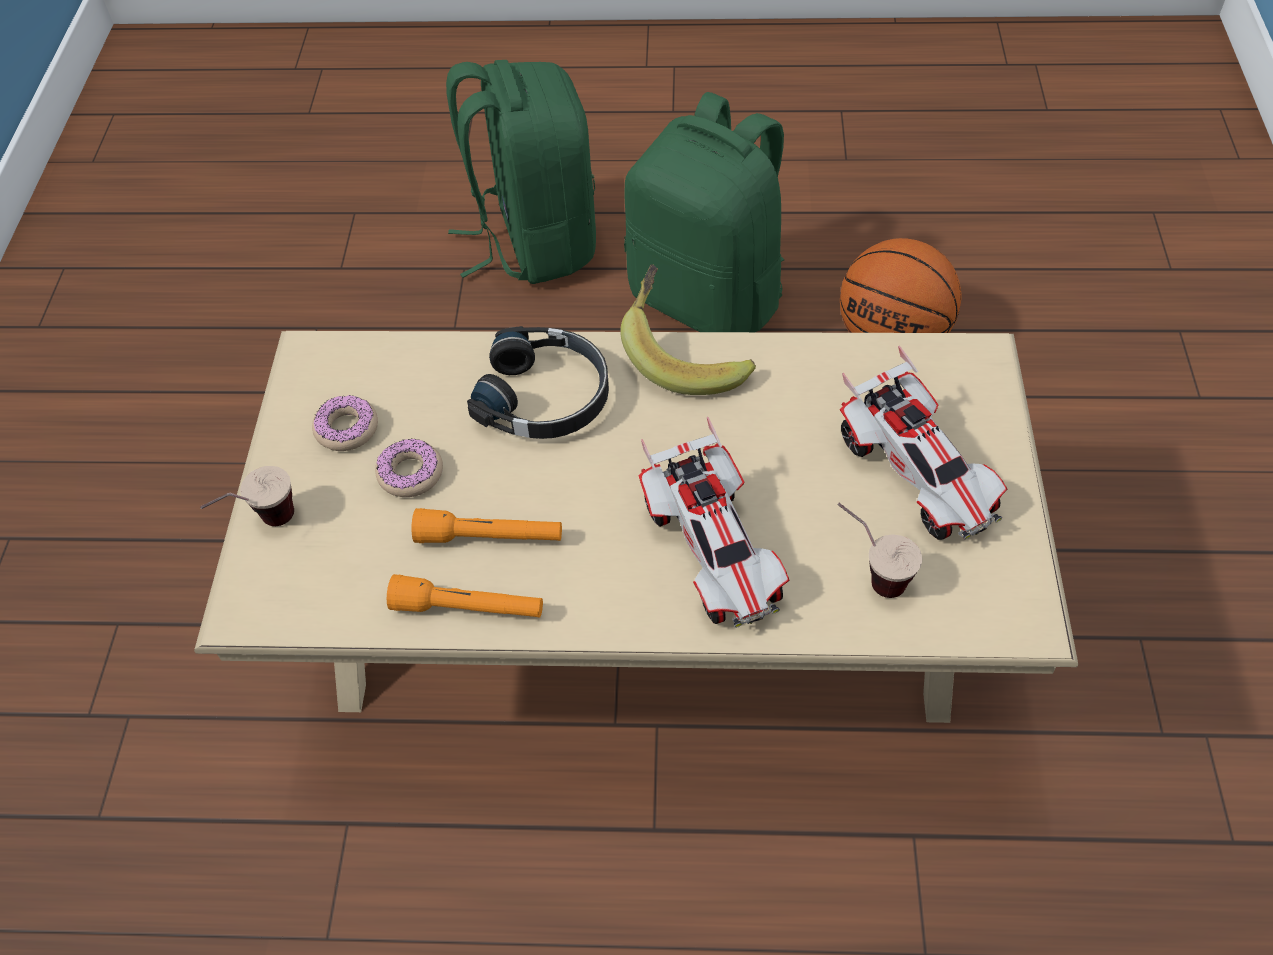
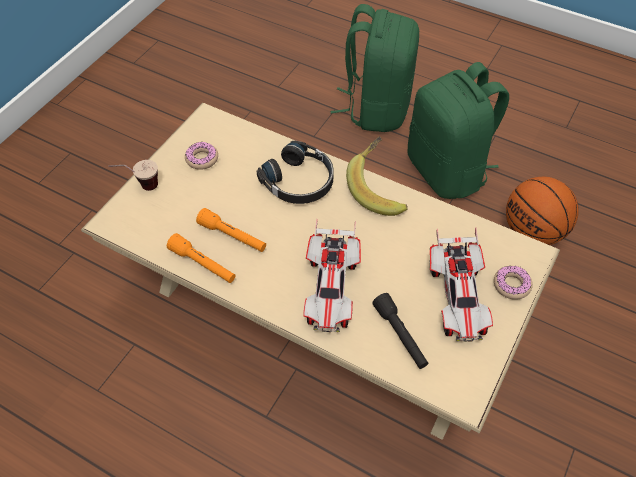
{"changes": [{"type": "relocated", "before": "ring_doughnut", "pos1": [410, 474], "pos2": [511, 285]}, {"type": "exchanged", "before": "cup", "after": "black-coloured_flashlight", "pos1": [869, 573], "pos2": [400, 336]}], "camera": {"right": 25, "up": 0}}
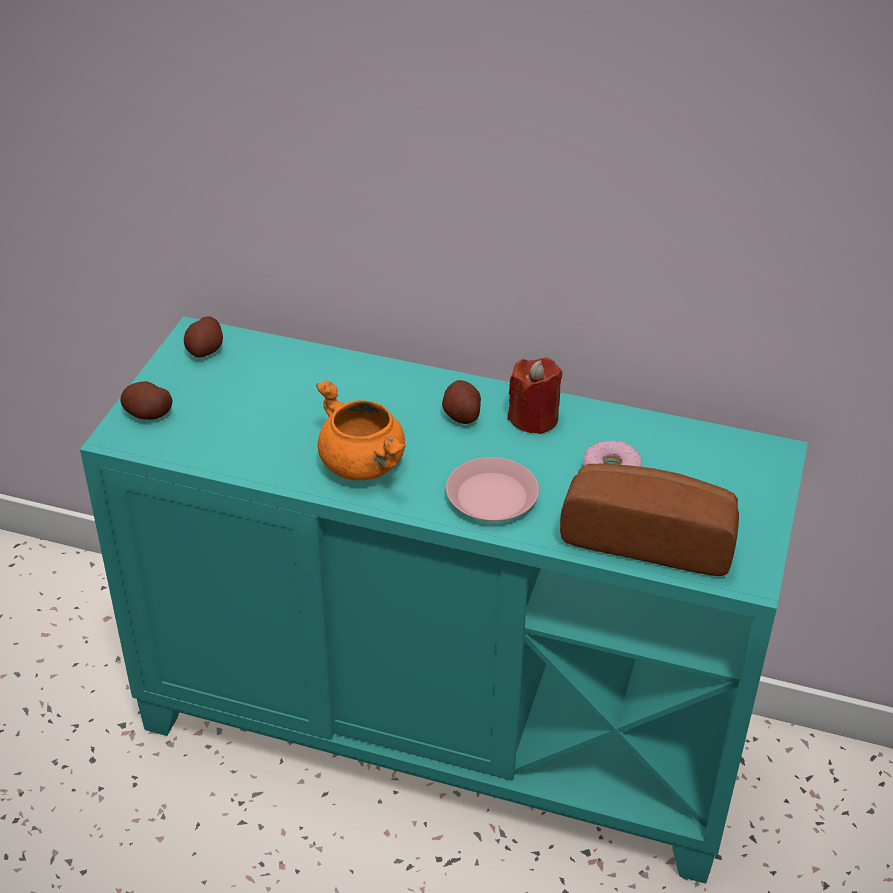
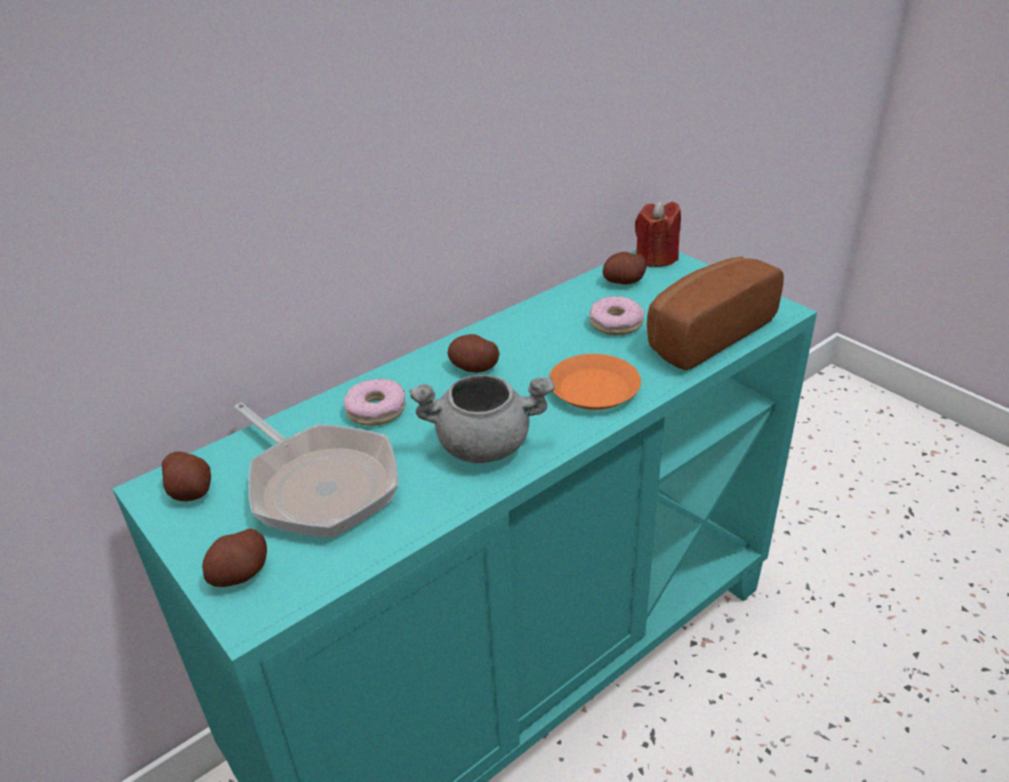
{"changes": [{"type": "appeared", "after": "skillet", "pos2": [319, 484]}, {"type": "appeared", "after": "ring_doughnut", "pos2": [376, 410]}, {"type": "appeared", "after": "spud", "pos2": [624, 282]}, {"type": "relocated", "before": "red-coloured_wax_light", "pos1": [534, 418], "pos2": [656, 258]}, {"type": "colour", "before": "orangey_stockpot", "after": "gray_stockpot", "pos1": [364, 465], "pos2": [485, 444]}, {"type": "colour", "before": "pinkish_dinner_plate", "after": "orangey_dinner_plate", "pos1": [492, 496], "pos2": [594, 389]}], "camera": {"right": -55, "up": -5}}
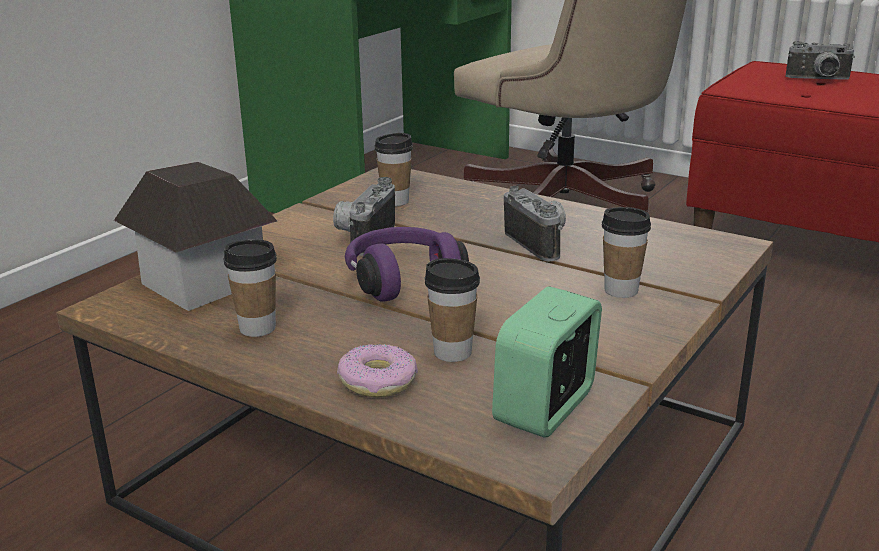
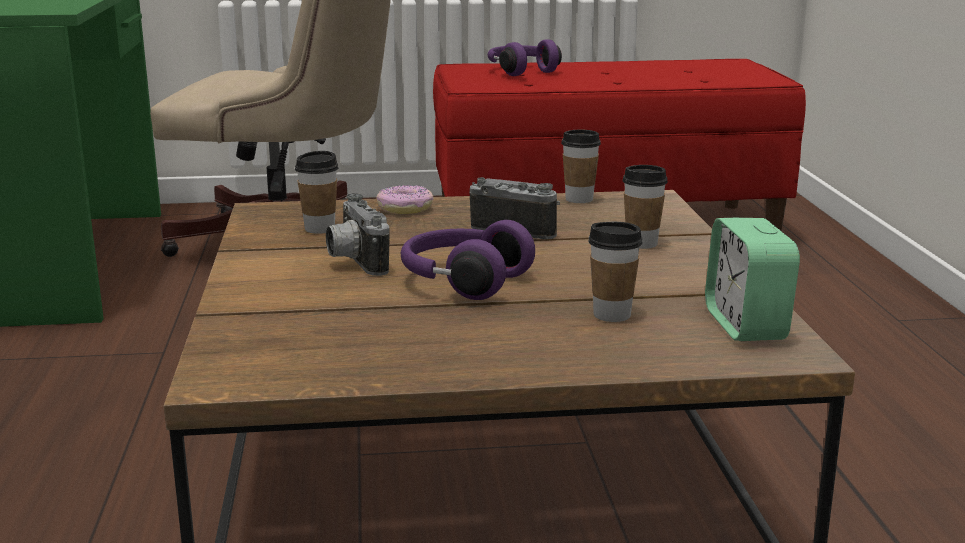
{"changes": [{"type": "missing", "before": "model_house", "pos1": [203, 282]}, {"type": "relocated", "before": "cup", "pos1": [257, 328], "pos2": [579, 199]}, {"type": "relocated", "before": "ring_doughnut", "pos1": [378, 381], "pos2": [405, 208]}, {"type": "exchanged", "before": "still_camera", "after": "purplish_headphones", "pos1": [818, 80], "pos2": [520, 71]}], "camera": {"right": -40, "up": -5}}
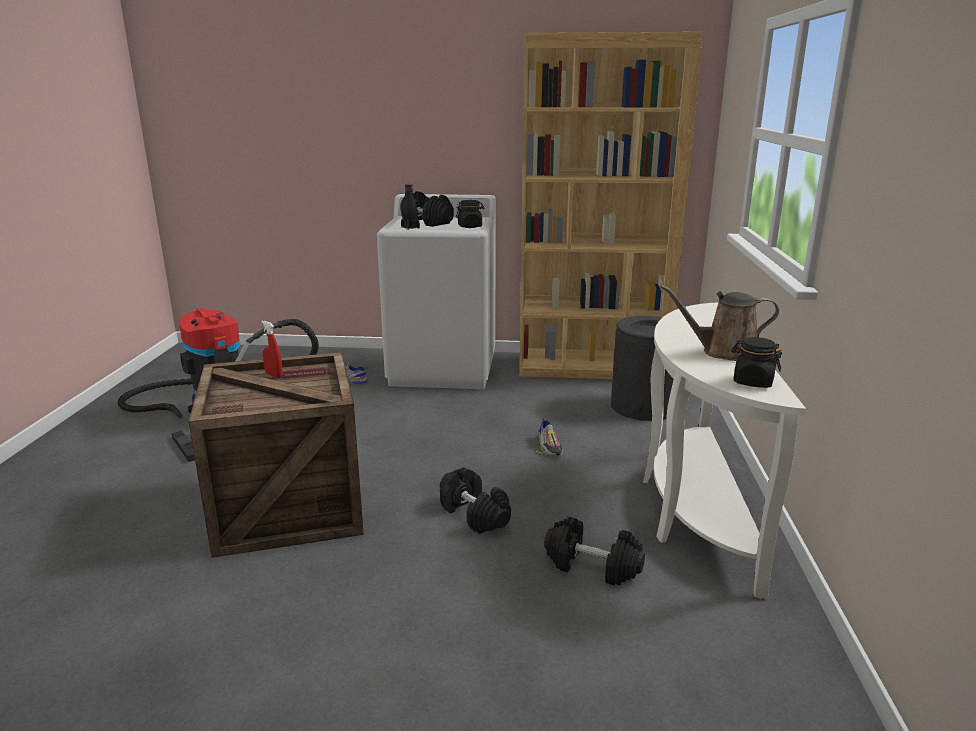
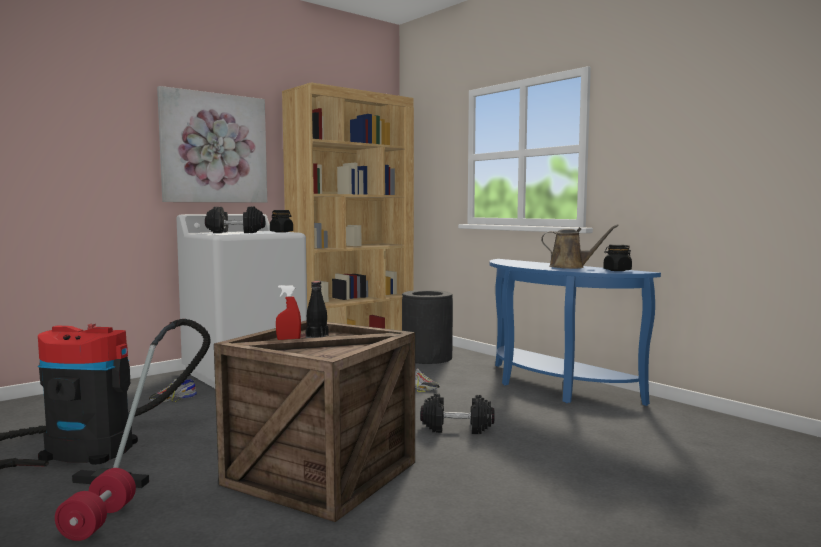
{"changes": [{"type": "missing", "before": "black-coloured_free_weight", "pos1": [592, 566]}, {"type": "appeared", "after": "red-coloured_free_weight", "pos2": [98, 521]}, {"type": "appeared", "after": "wall_art", "pos2": [214, 148]}, {"type": "relocated", "before": "black-coloured_drink_bottle", "pos1": [410, 227], "pos2": [317, 336]}, {"type": "colour", "before": "white-coloured_narrow_table", "after": "blue-coloured_narrow_table", "pos1": [693, 510], "pos2": [551, 387]}, {"type": "spun", "before": "brown-coloured_watering_pot", "pos1": [724, 352], "pos2": [570, 267], "turn": -120}], "camera": {"right": -45, "up": -15}}
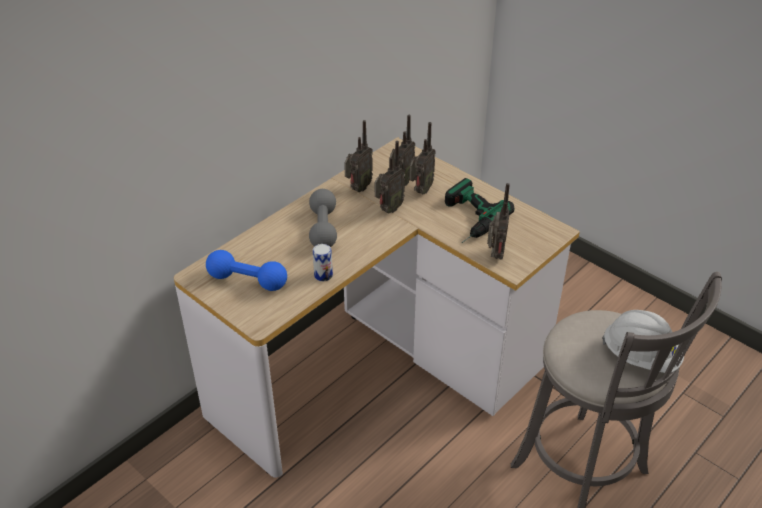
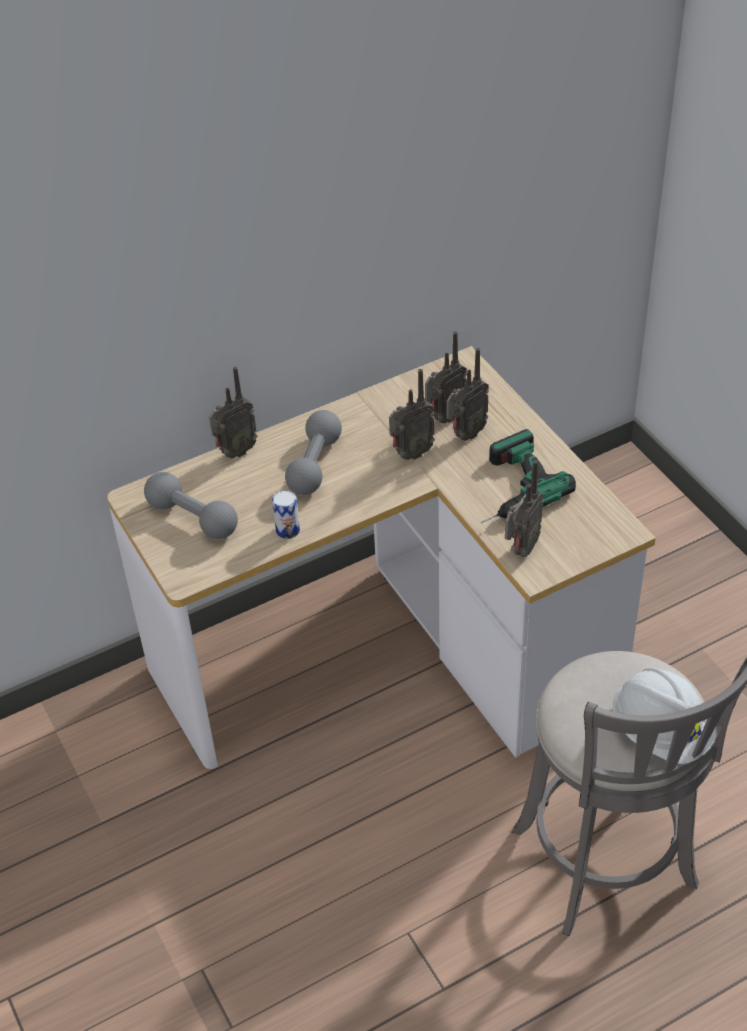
{"changes": [{"type": "relocated", "before": "radio_set", "pos1": [358, 188], "pos2": [235, 452]}, {"type": "colour", "before": "blue-coloured_free_weight", "after": "gray_free_weight", "pos1": [247, 280], "pos2": [192, 518]}], "camera": {"right": 20, "up": 5}}
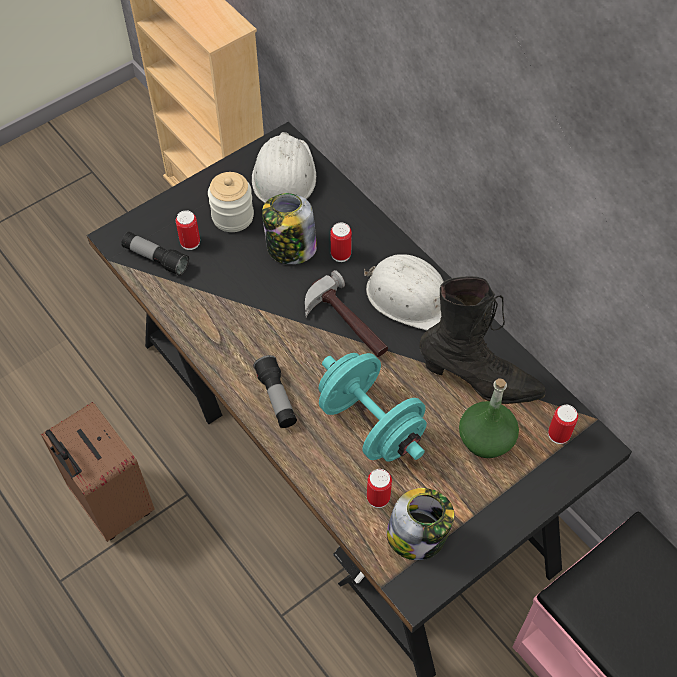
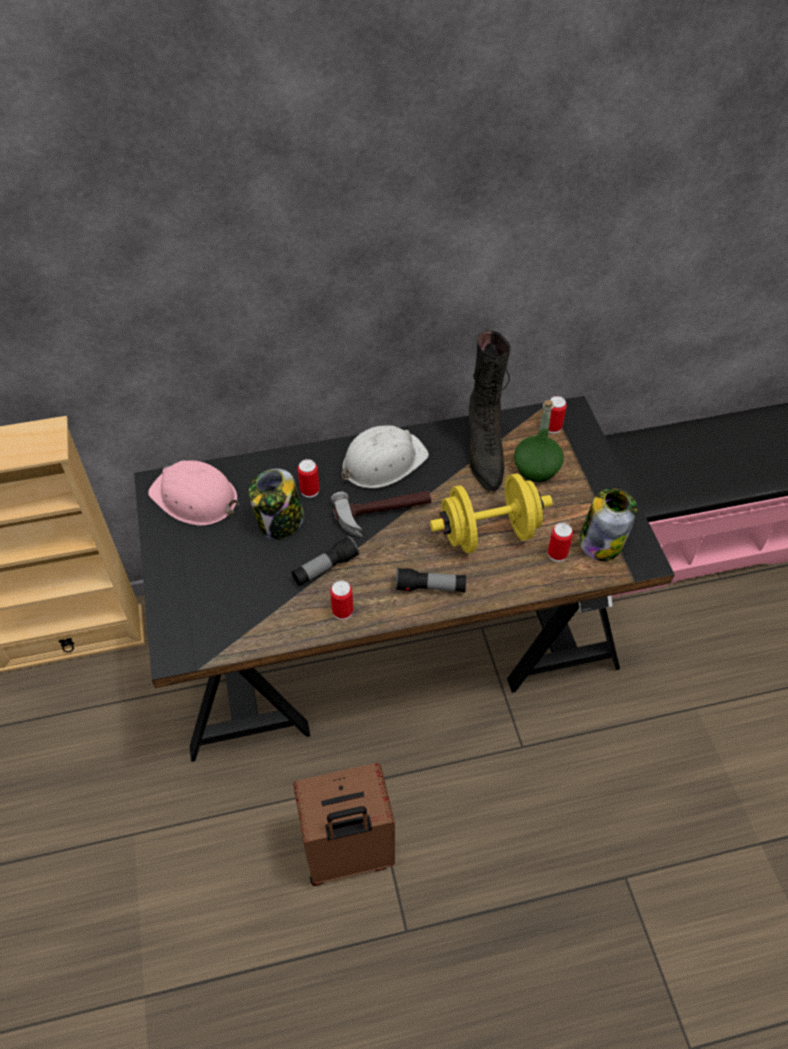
{"changes": [{"type": "missing", "before": "jar", "pos1": [233, 216]}, {"type": "relocated", "before": "flashlight", "pos1": [156, 259], "pos2": [325, 568]}, {"type": "relocated", "before": "sealed_can", "pos1": [190, 242], "pos2": [342, 611]}, {"type": "colour", "before": "white-coloured_safety_helmet", "after": "pinkish_safety_helmet", "pos1": [283, 175], "pos2": [195, 498]}, {"type": "colour", "before": "blue-green_free_weight", "after": "yellowish_free_weight", "pos1": [370, 424], "pos2": [488, 533]}, {"type": "spun", "before": "black-coloured_tall_boot", "pos1": [479, 381], "pos2": [484, 452], "turn": 135}], "camera": {"right": -65, "up": -5}}
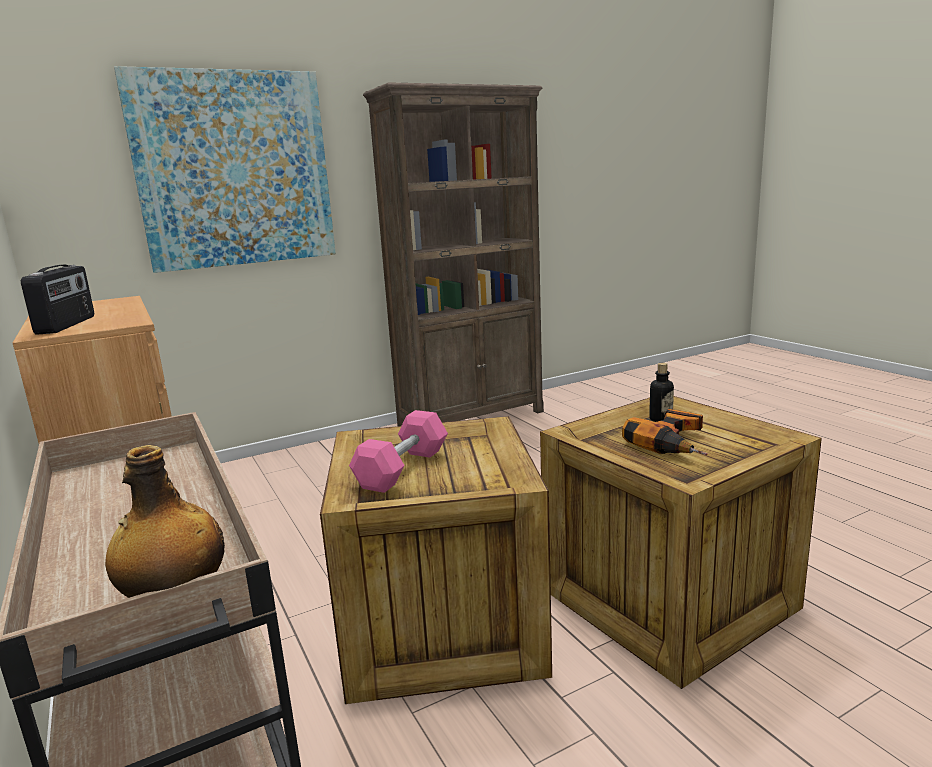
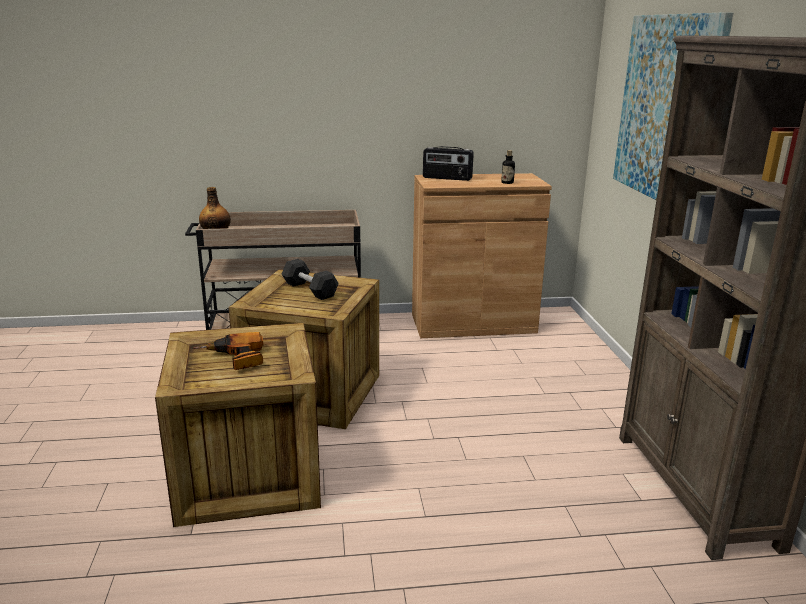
{"changes": [{"type": "relocated", "before": "drink_bottle", "pos1": [660, 419], "pos2": [507, 182]}, {"type": "colour", "before": "pinkish_free_weight", "after": "black-coloured_free_weight", "pos1": [402, 468], "pos2": [310, 290]}], "camera": {"right": 110, "up": 5}}
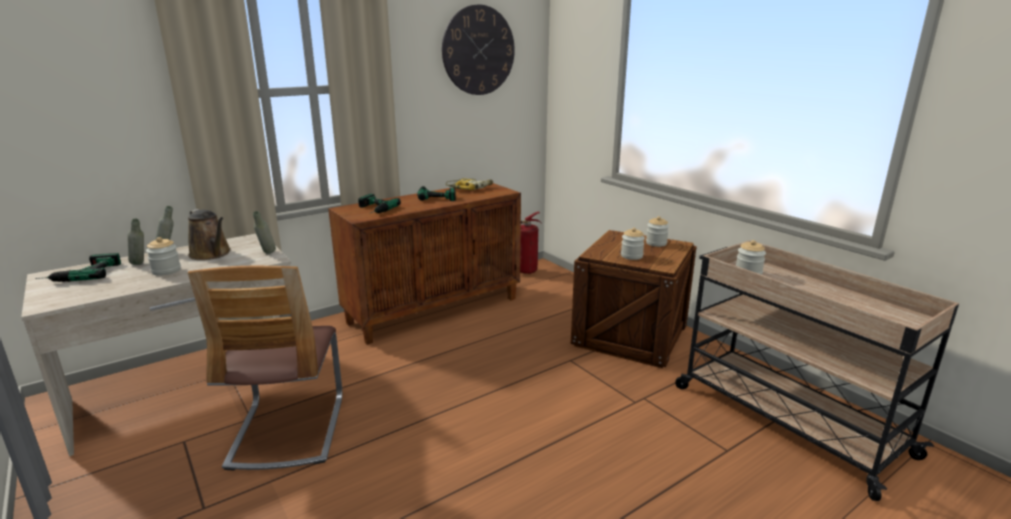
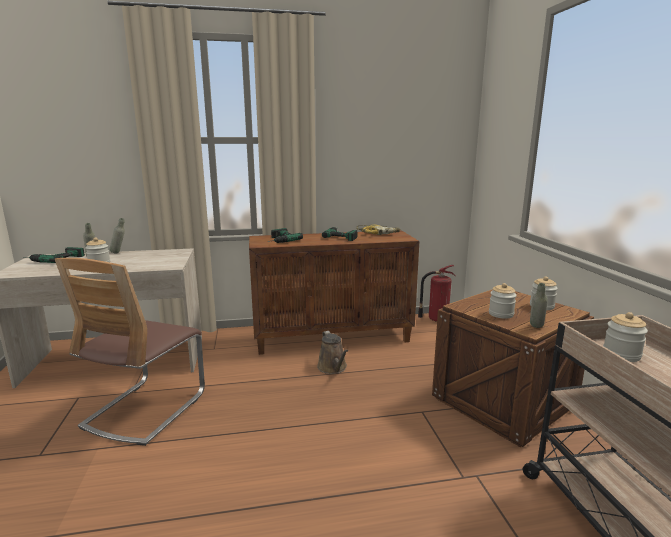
{"changes": [{"type": "missing", "before": "clock_on_the_wall", "pos1": [478, 50]}, {"type": "relocated", "before": "brown-coloured_watering_pot", "pos1": [212, 254], "pos2": [333, 368]}, {"type": "relocated", "before": "gray_drink_bottle", "pos1": [267, 254], "pos2": [536, 328]}], "camera": {"right": 25, "up": -5}}
